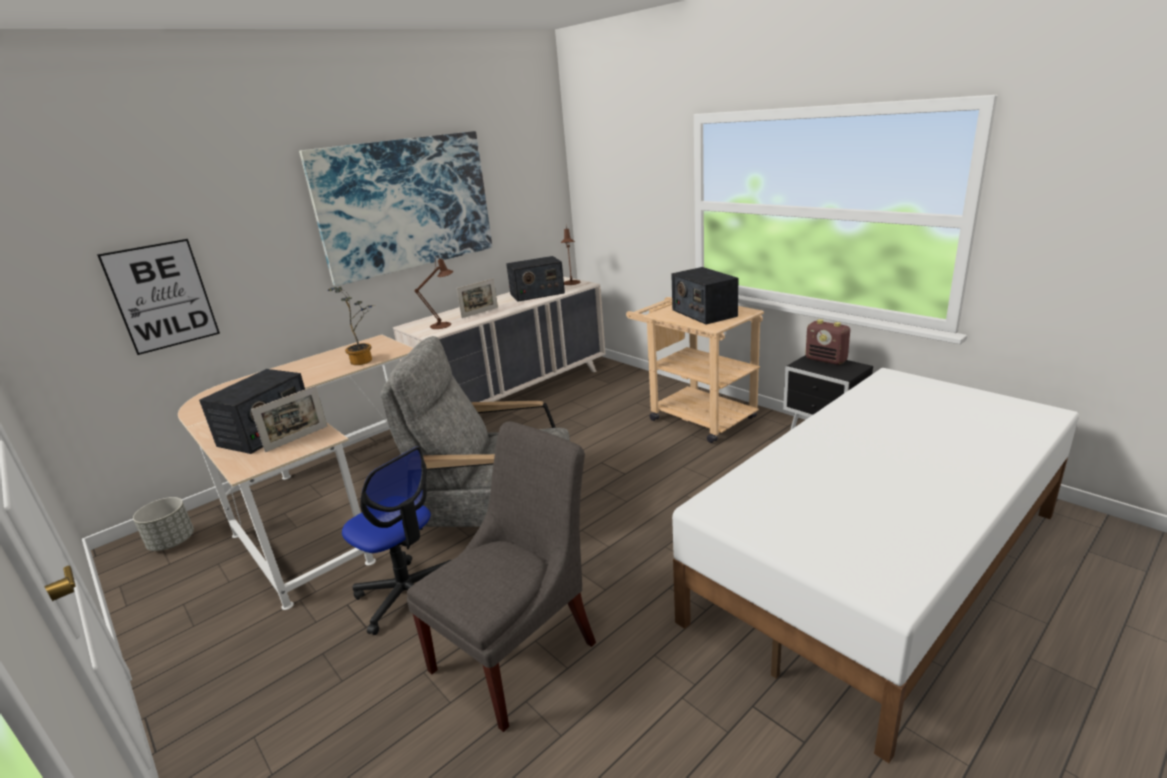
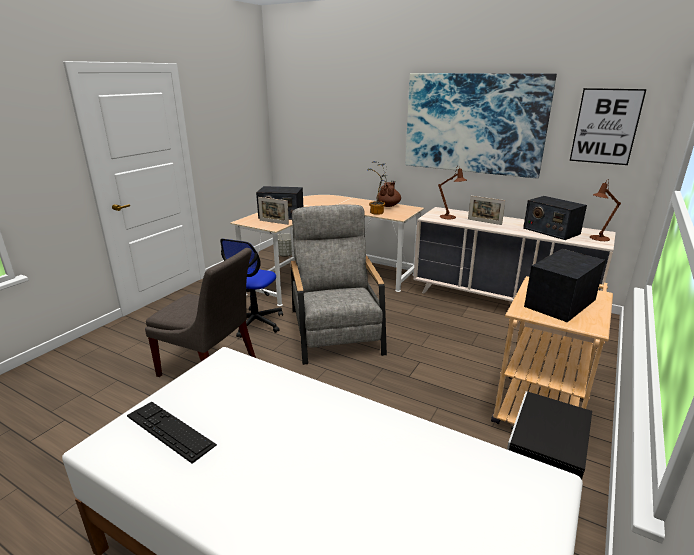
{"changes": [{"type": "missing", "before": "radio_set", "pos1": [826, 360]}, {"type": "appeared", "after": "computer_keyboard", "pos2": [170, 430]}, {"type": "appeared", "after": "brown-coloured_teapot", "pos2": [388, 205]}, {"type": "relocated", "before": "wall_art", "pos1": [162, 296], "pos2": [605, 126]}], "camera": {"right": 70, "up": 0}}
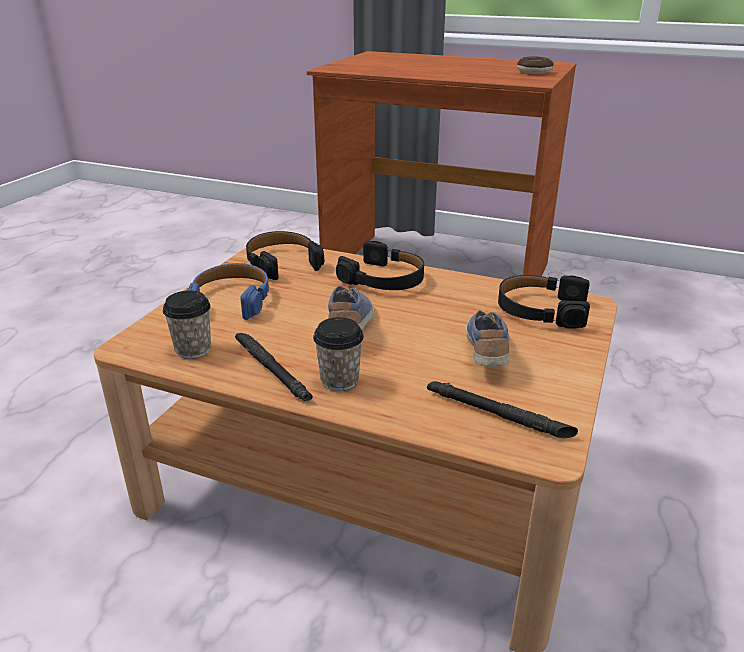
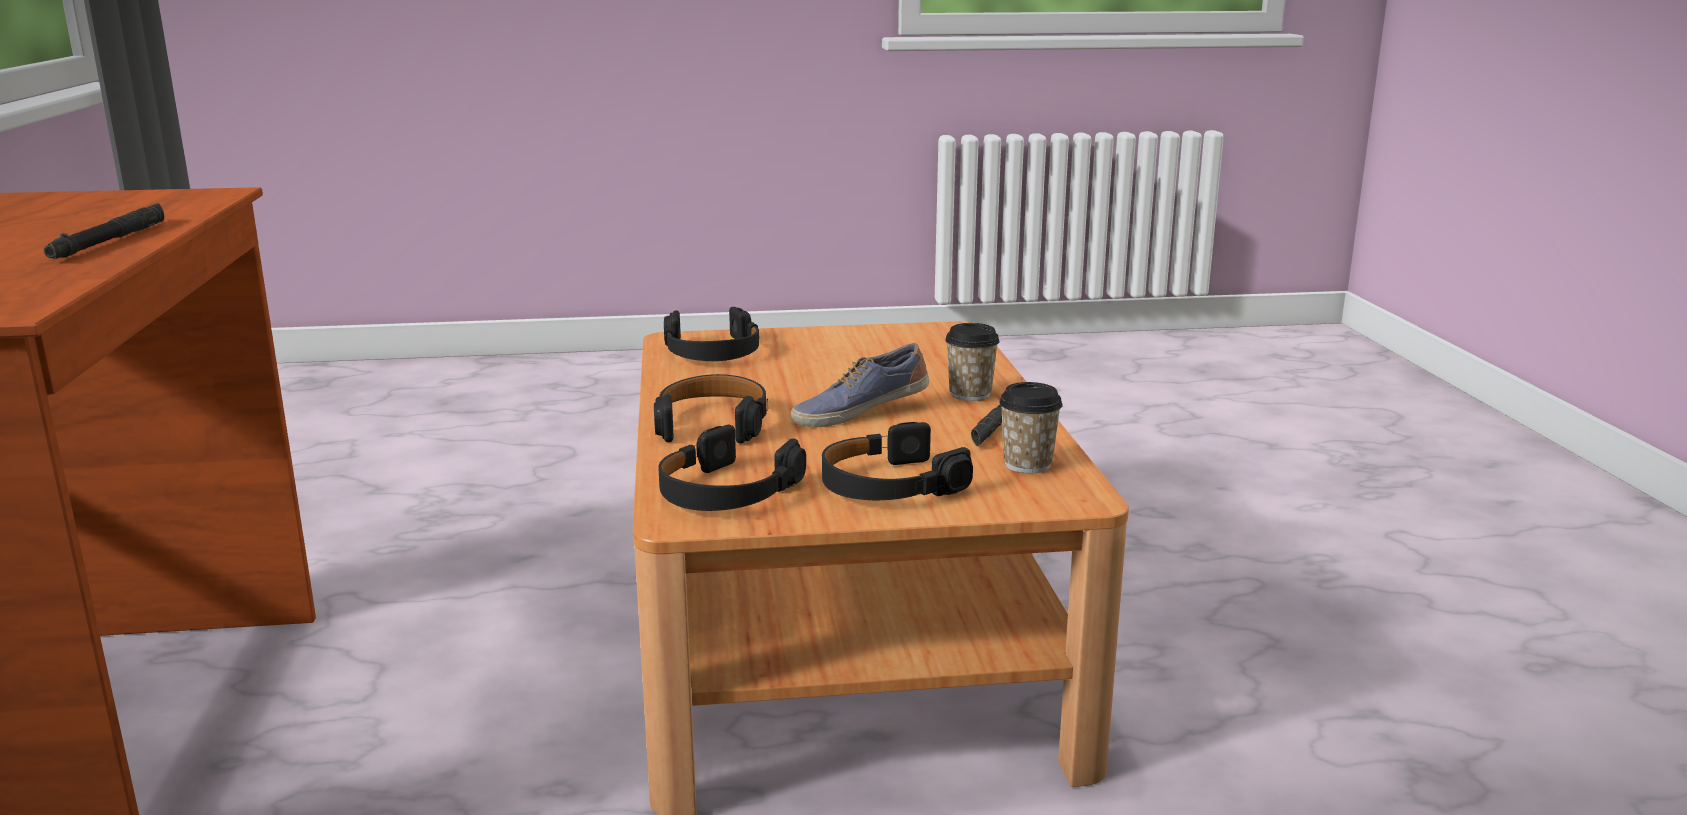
{"changes": [{"type": "missing", "before": "item_of_footwear", "pos1": [488, 351]}, {"type": "missing", "before": "ring_doughnut", "pos1": [534, 72]}, {"type": "relocated", "before": "black-coloured_flashlight", "pos1": [497, 414], "pos2": [112, 240]}, {"type": "colour", "before": "blue-coloured_headphones", "after": "black-coloured_headphones", "pos1": [231, 300], "pos2": [889, 485]}], "camera": {"right": -120, "up": -10}}
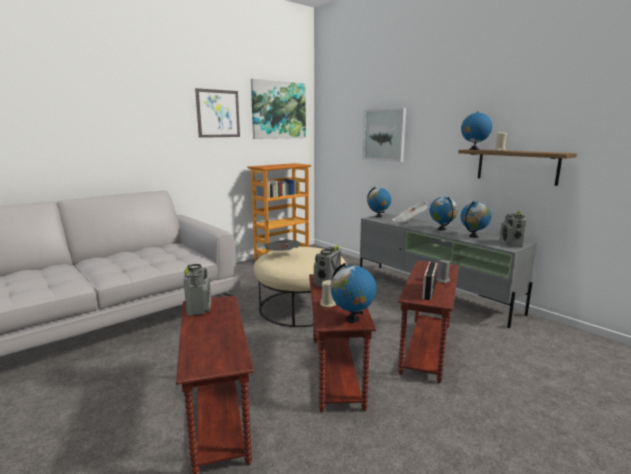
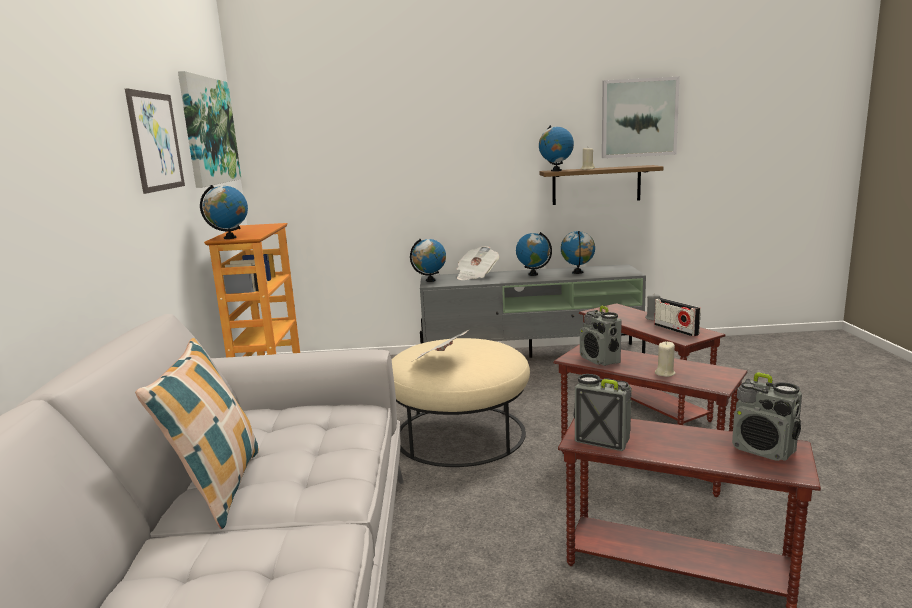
{"changes": [{"type": "appeared", "after": "throw_pillow", "pos2": [218, 488]}, {"type": "relocated", "before": "desk_globe", "pos1": [352, 319], "pos2": [230, 238]}, {"type": "relocated", "before": "wall_art", "pos1": [384, 135], "pos2": [639, 118]}, {"type": "relocated", "before": "radio_set", "pos1": [510, 244], "pos2": [763, 450]}], "camera": {"right": -50, "up": 0}}
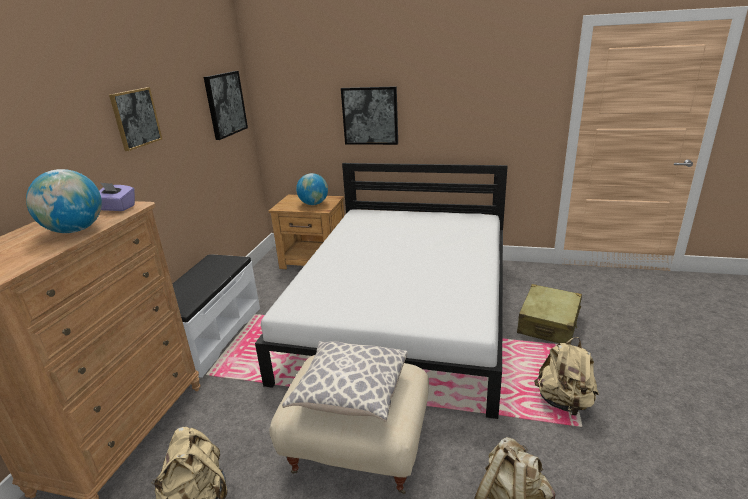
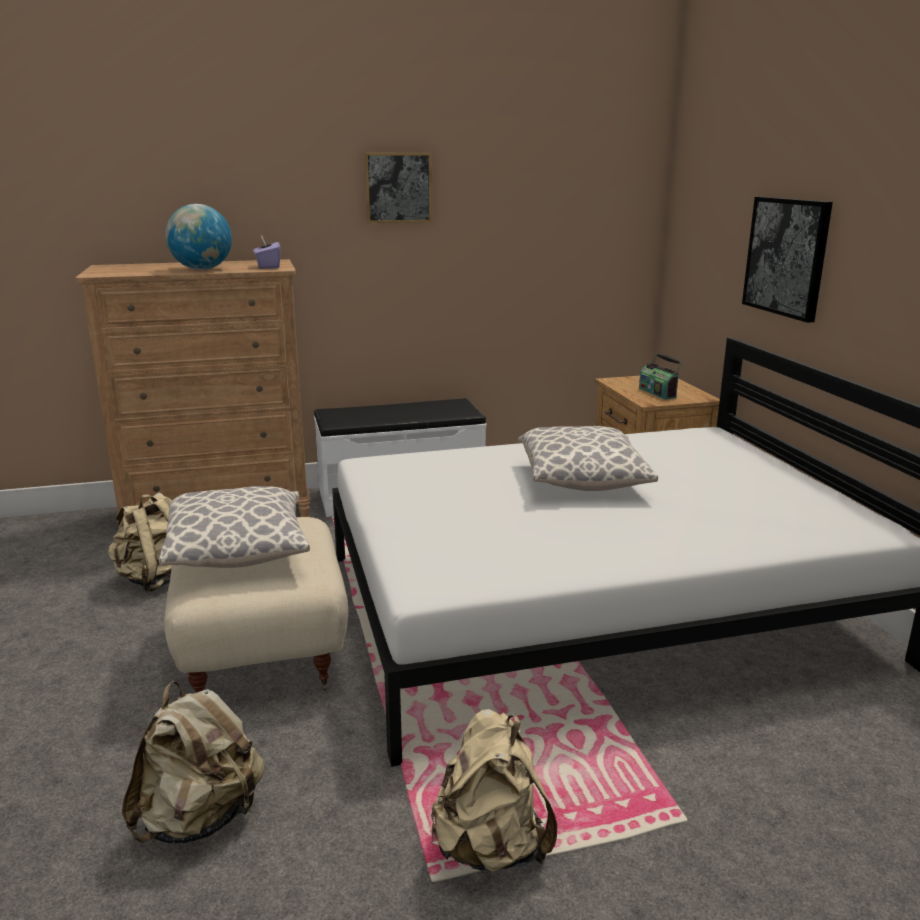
{"changes": [{"type": "missing", "before": "wall_art", "pos1": [225, 104]}, {"type": "missing", "before": "beige_travel_case", "pos1": [548, 324]}, {"type": "appeared", "after": "throw_pillow", "pos2": [582, 481]}, {"type": "exchanged", "before": "desk_globe", "after": "radio_set", "pos1": [313, 204], "pos2": [658, 393]}], "camera": {"right": 60, "up": -5}}
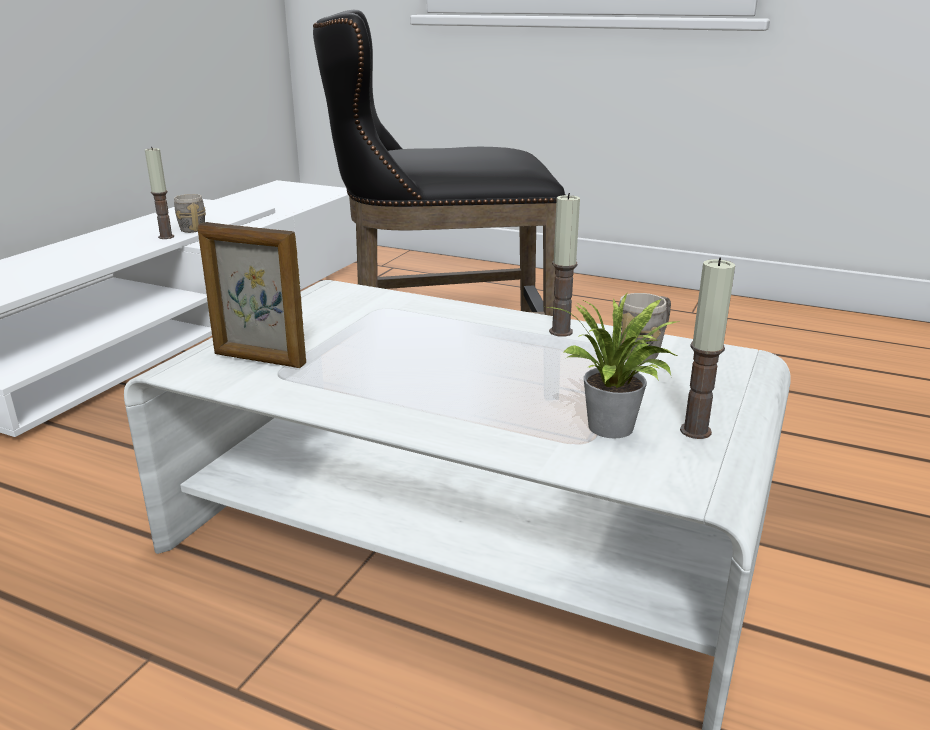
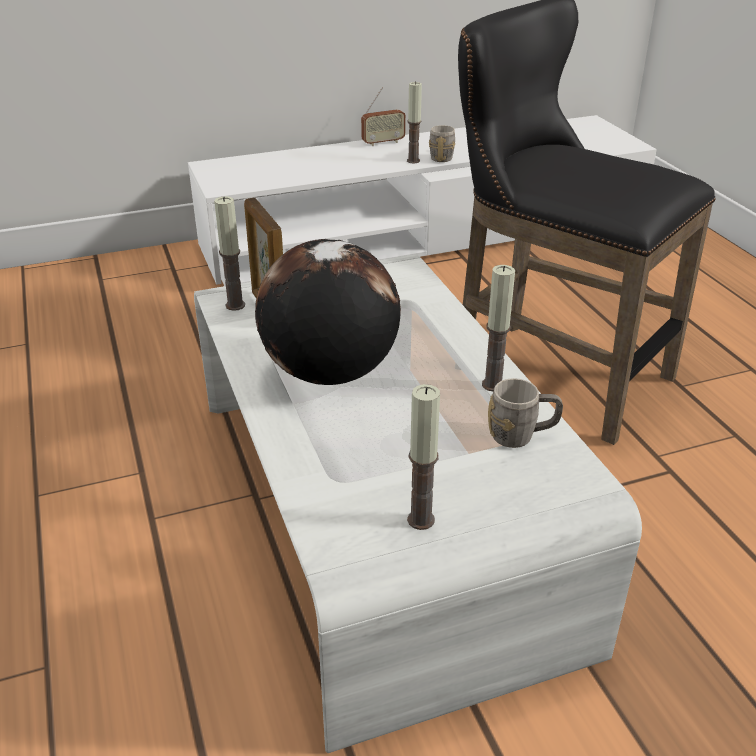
{"changes": [{"type": "missing", "before": "potted_plant", "pos1": [612, 430]}, {"type": "appeared", "after": "wax_light", "pos2": [235, 305]}, {"type": "appeared", "after": "desk_globe", "pos2": [329, 373]}, {"type": "appeared", "after": "radio_set", "pos2": [383, 142]}], "camera": {"right": 45, "up": 10}}
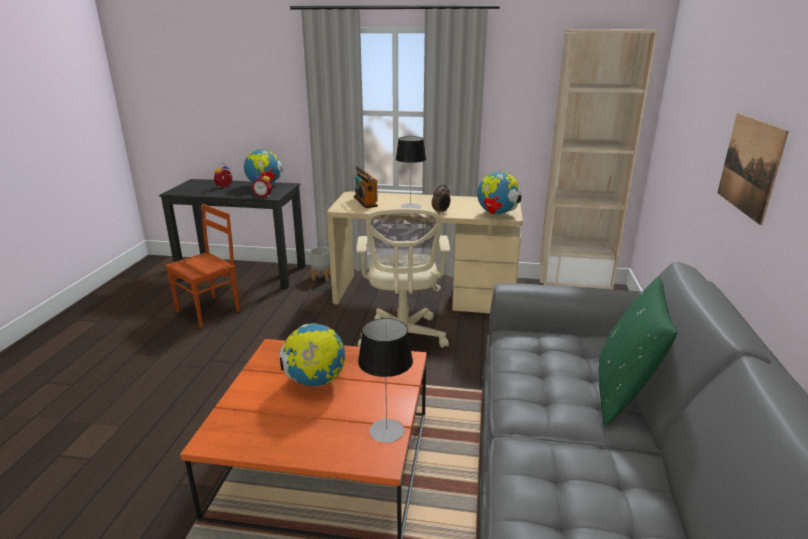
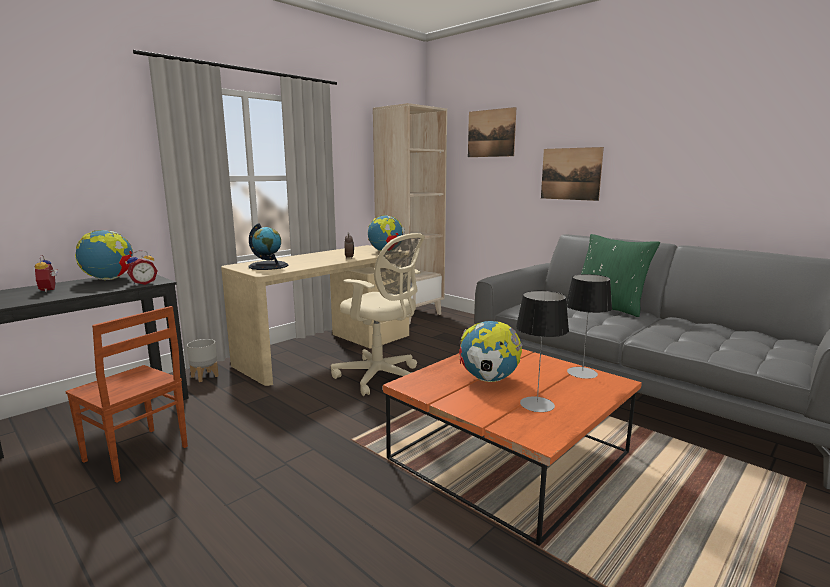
{"changes": [{"type": "appeared", "after": "wall_art", "pos2": [491, 133]}, {"type": "relocated", "before": "table_lamp", "pos1": [410, 206], "pos2": [537, 404]}, {"type": "exchanged", "before": "radio_set", "after": "desk_globe", "pos1": [365, 202], "pos2": [268, 266]}, {"type": "spun", "before": "brown-coloured_plain_chair", "pos1": [209, 311], "pos2": [135, 455], "turn": 135}], "camera": {"right": -55, "up": -10}}
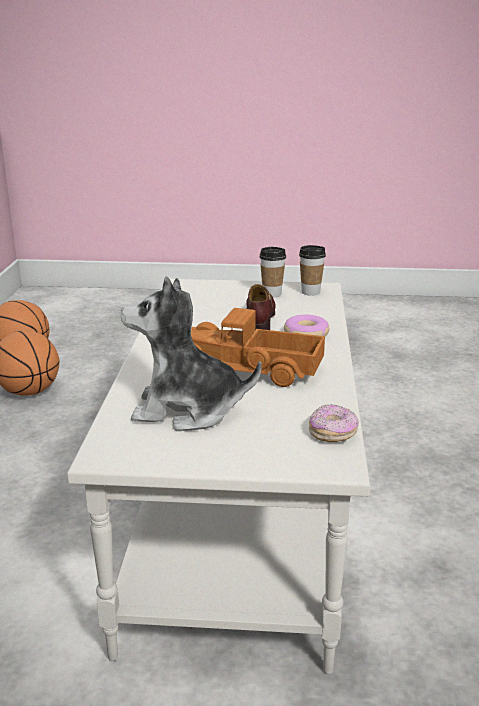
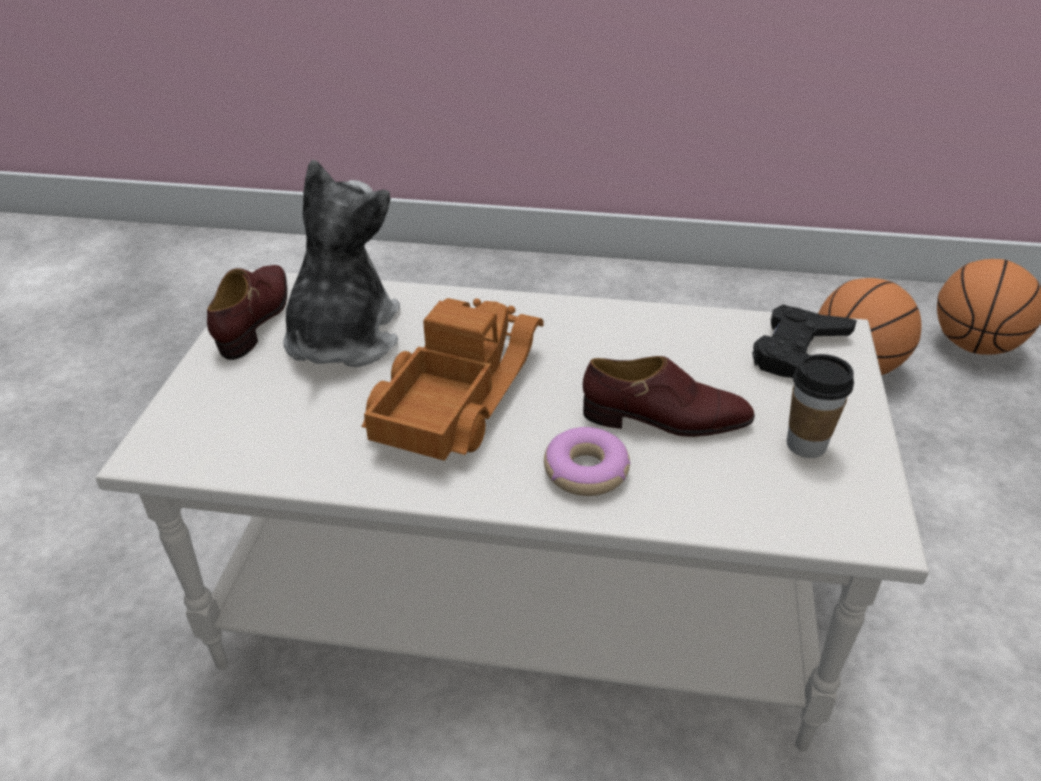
{"changes": [{"type": "missing", "before": "cup", "pos1": [310, 292]}, {"type": "missing", "before": "ring_doughnut", "pos1": [333, 434]}, {"type": "appeared", "after": "brown-coloured_item_of_footwear", "pos2": [256, 318]}, {"type": "appeared", "after": "black-coloured_game_controller", "pos2": [799, 353]}], "camera": {"right": 95, "up": 15}}
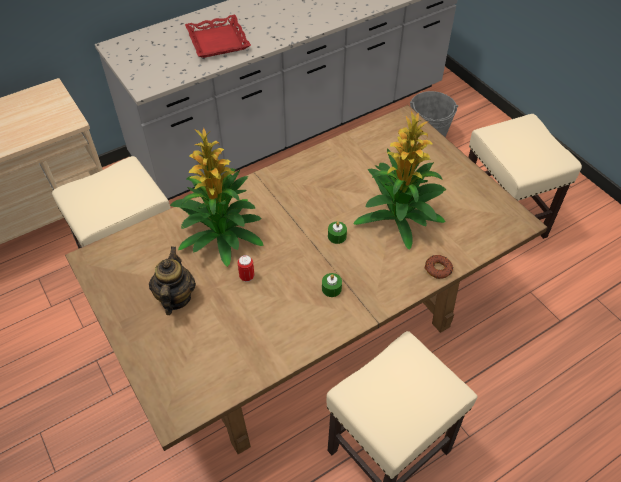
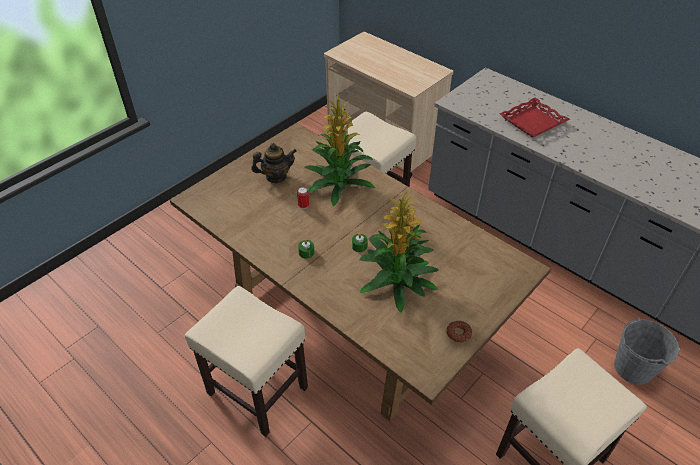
{"changes": [{"type": "relocated", "before": "ring_doughnut", "pos1": [438, 269], "pos2": [458, 333]}], "camera": {"right": 75, "up": -5}}
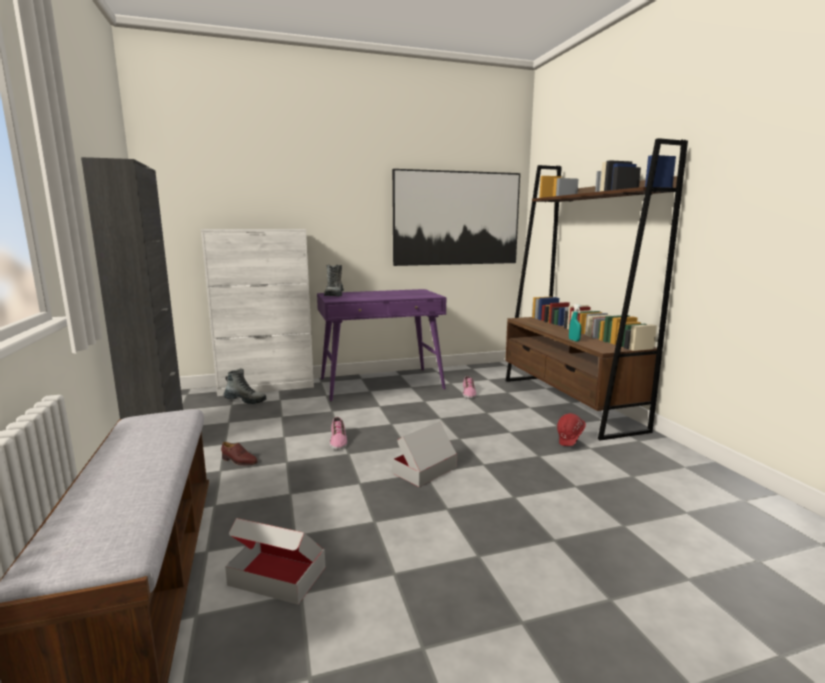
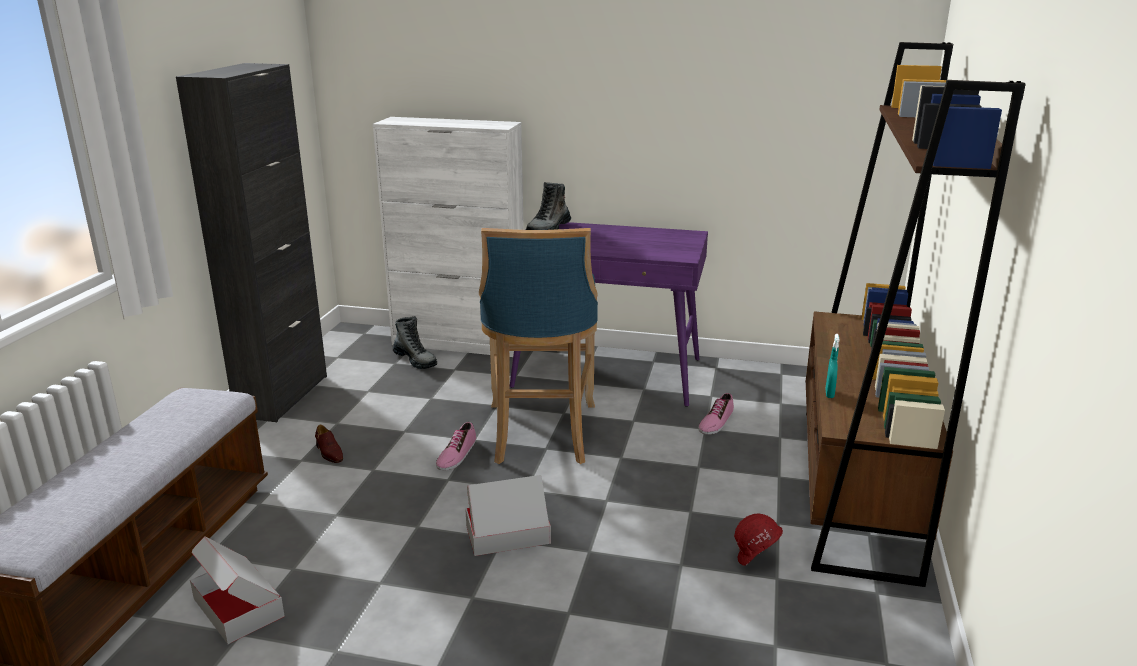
{"changes": [{"type": "missing", "before": "wall_art", "pos1": [457, 218]}, {"type": "appeared", "after": "blue-coloured_stool_seat", "pos2": [541, 435]}], "camera": {"right": 30, "up": 10}}
